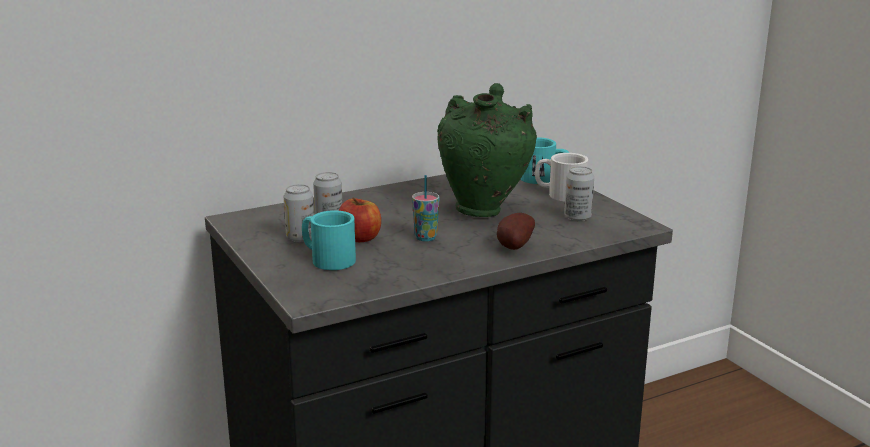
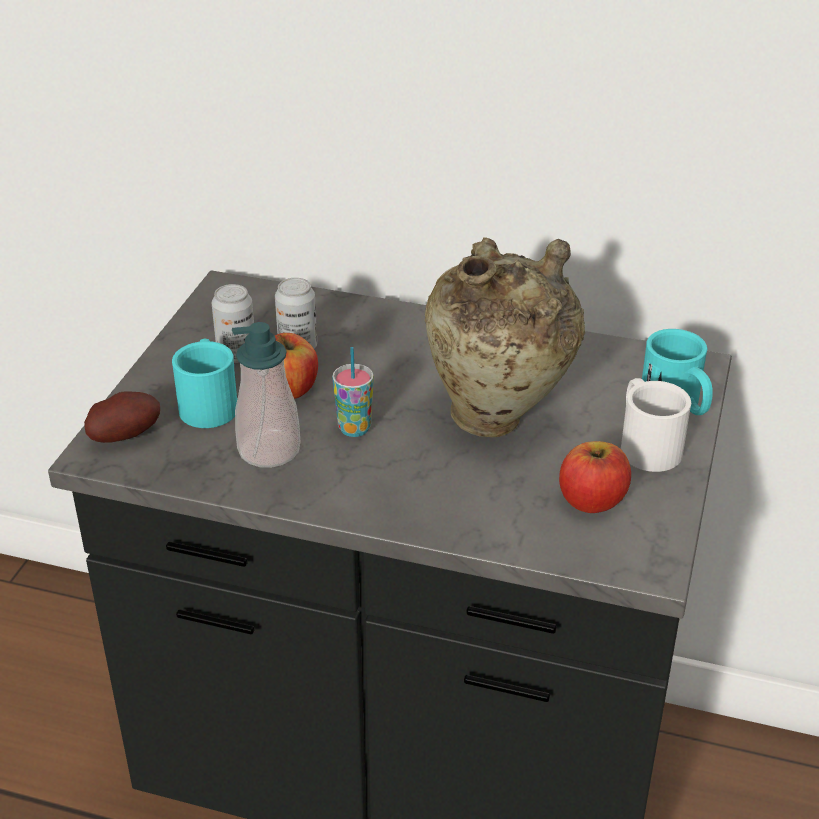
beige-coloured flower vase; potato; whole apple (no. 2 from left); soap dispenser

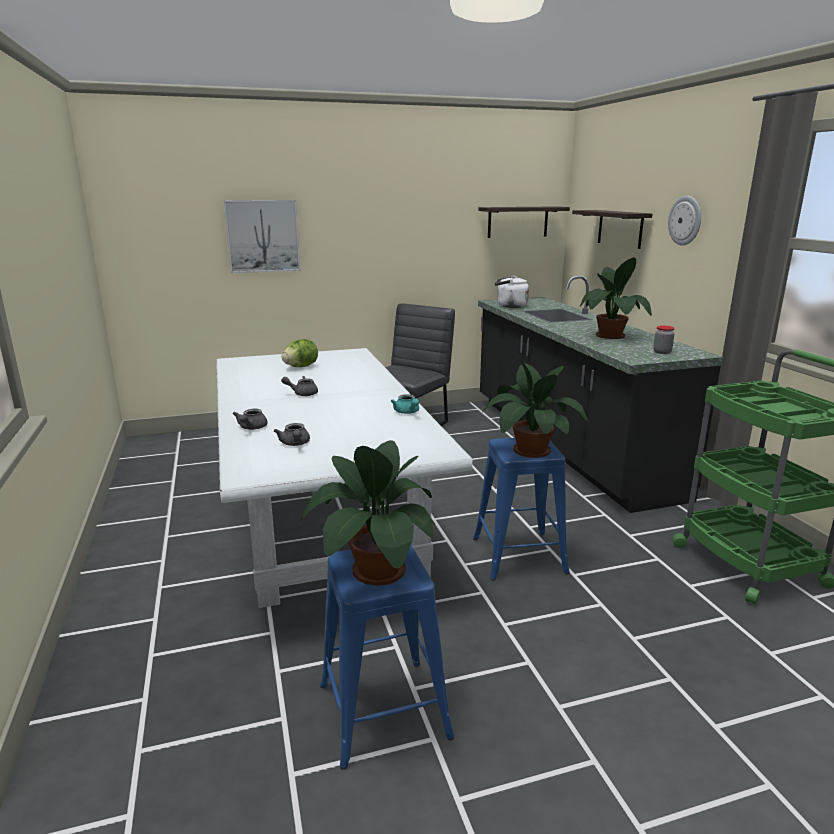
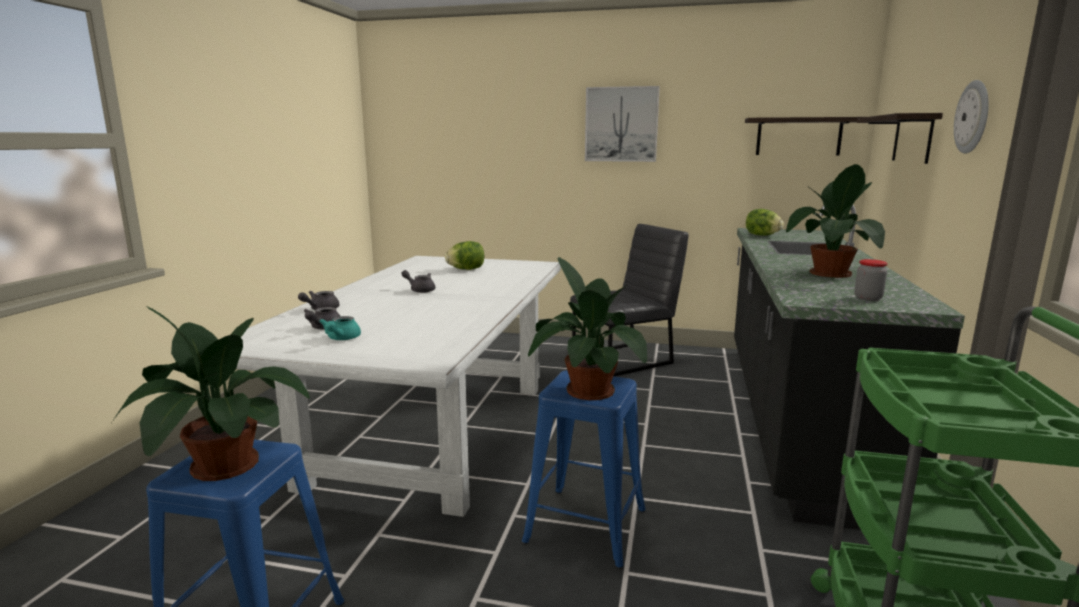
wall art; turquoise-coloured tea pot; lettuce head (no. 2 from left)

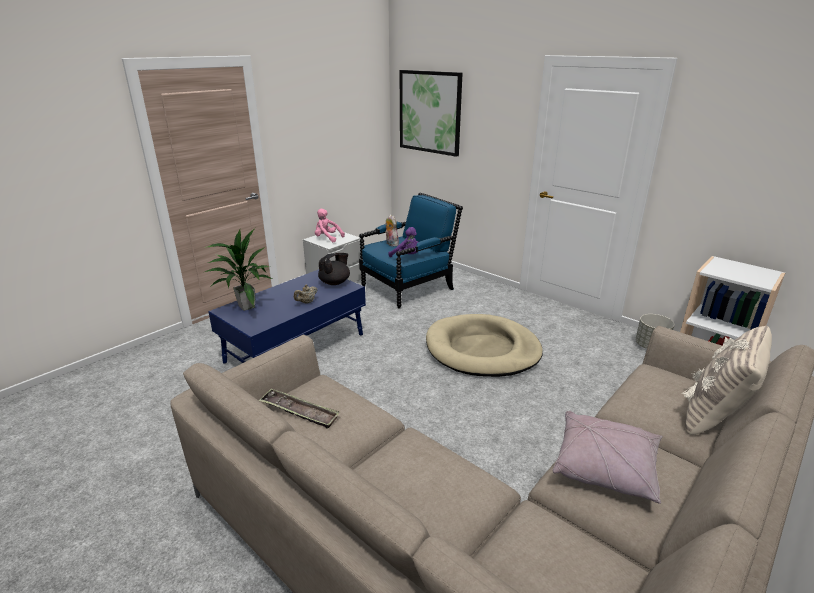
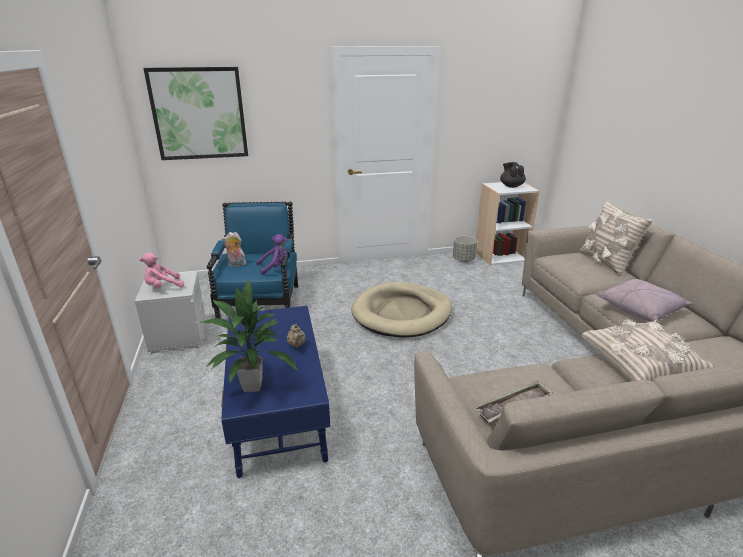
blackish tea pot; beige-coloured pillow (no. 2 from left)

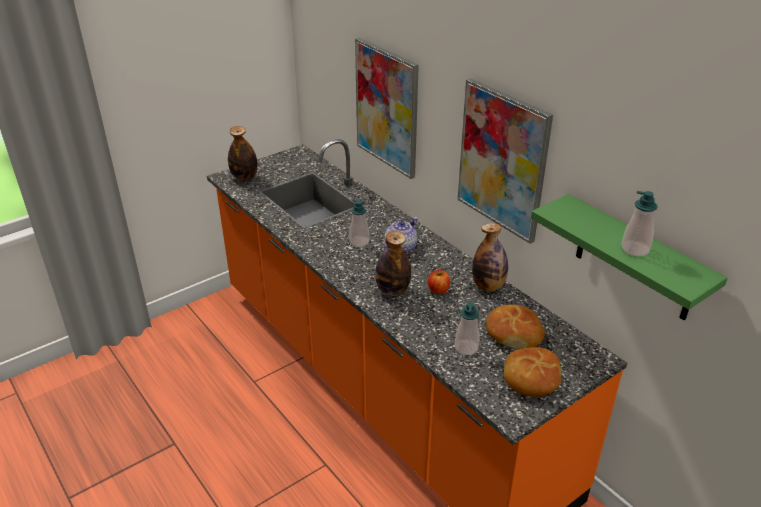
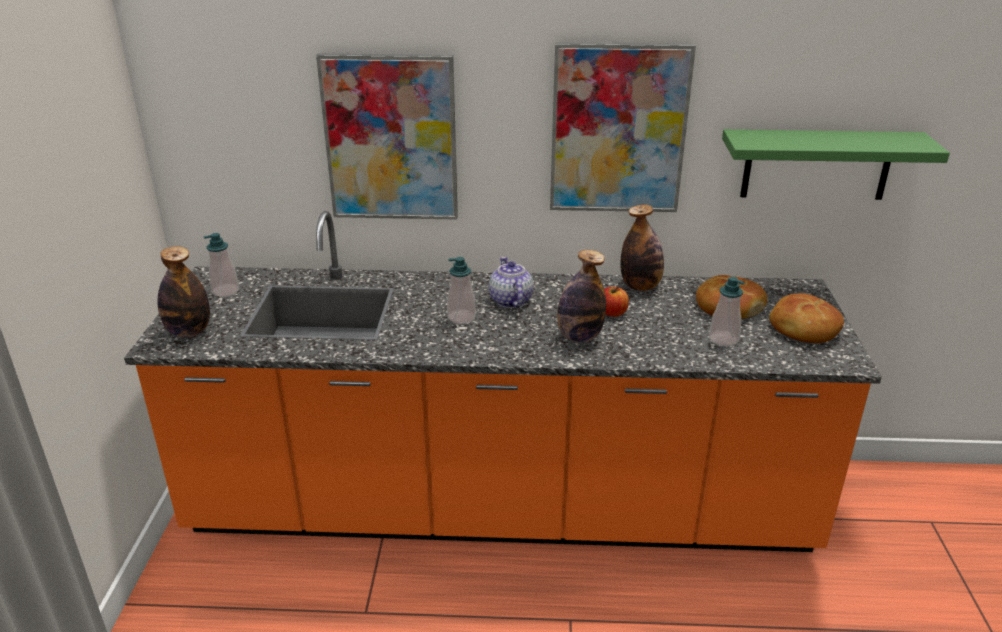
soap dispenser (no. 1 from left)

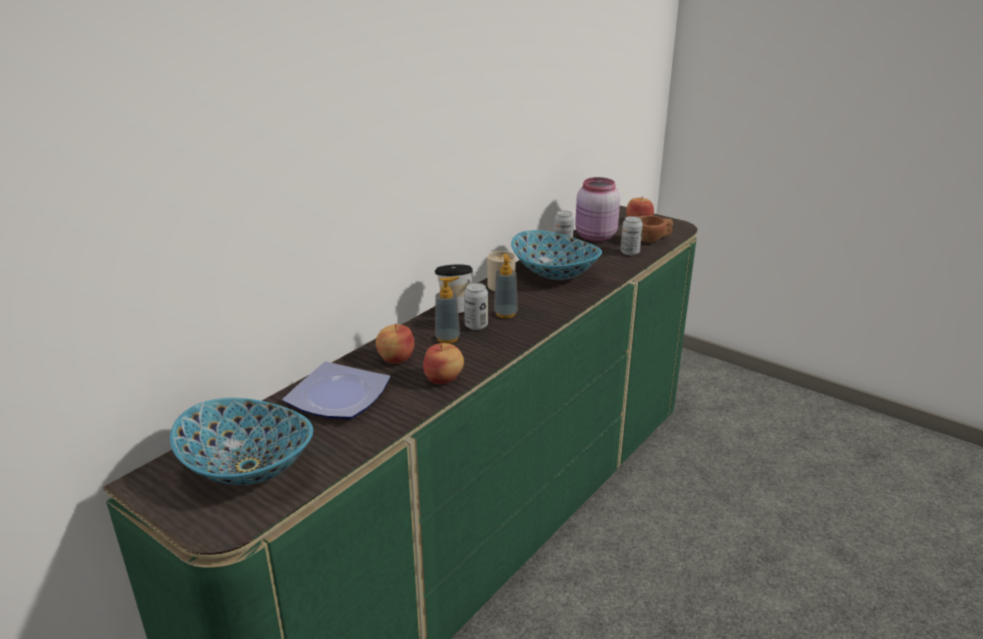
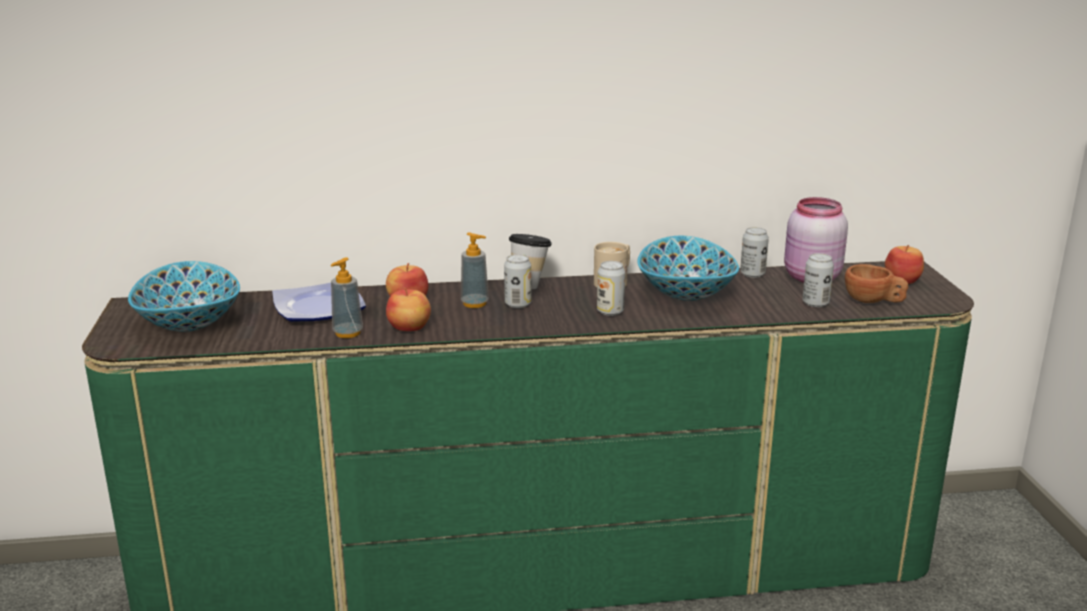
soap dispenser (no. 1 from left); can (no. 2 from left)

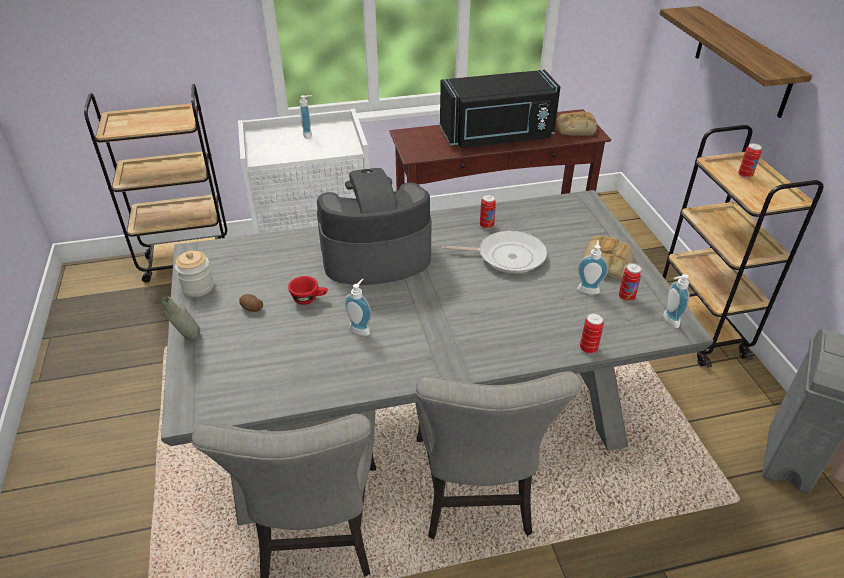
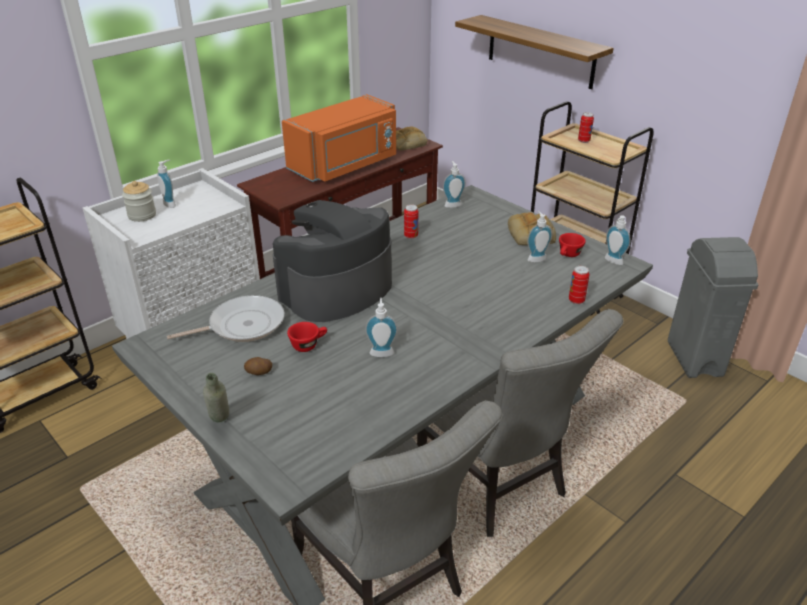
storage jar; orange-coloured microwave oven; pan; red-coloured small cup (no. 2 from left); soap dispenser (no. 3 from left)

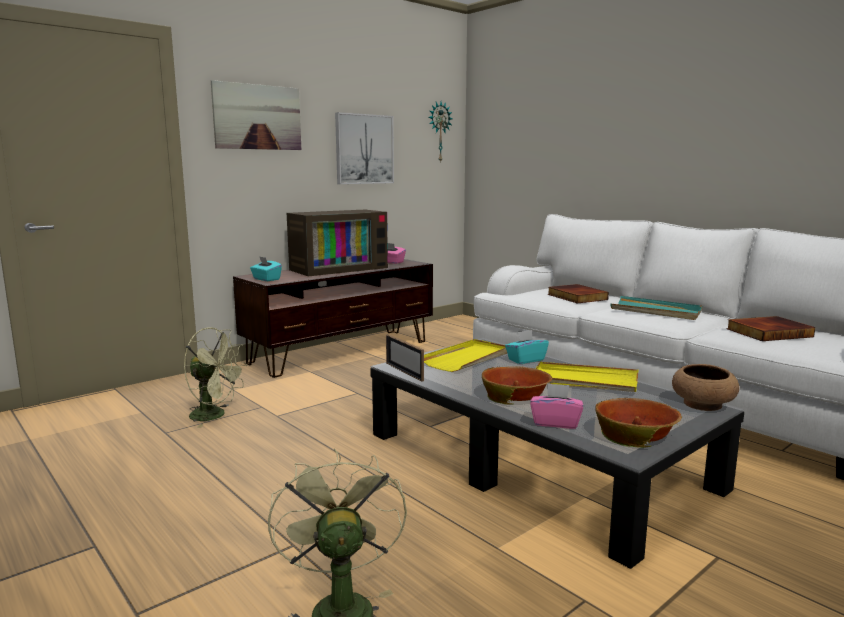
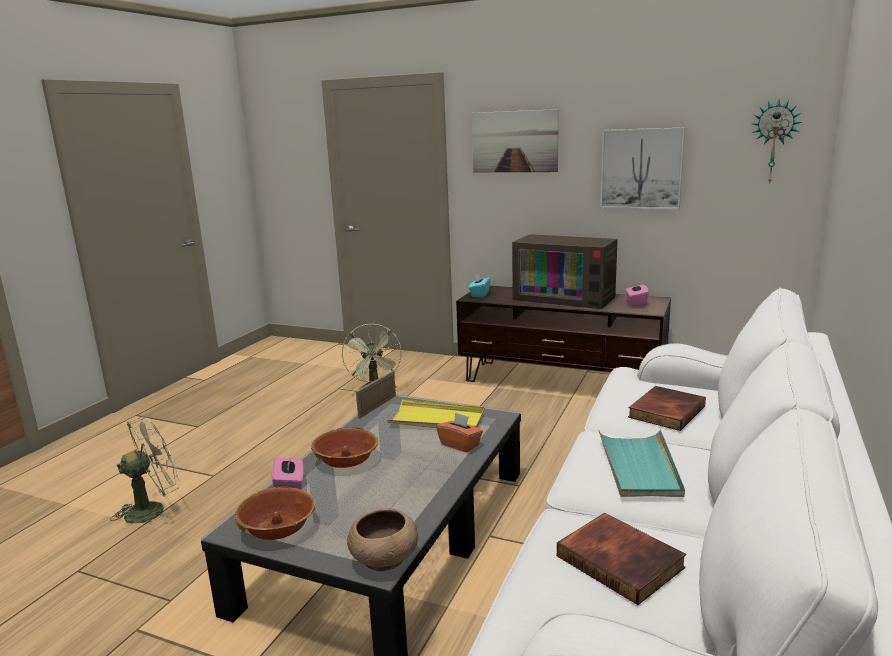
orange-coloured tissue holder; yellowish tray (no. 2 from left in the first image)

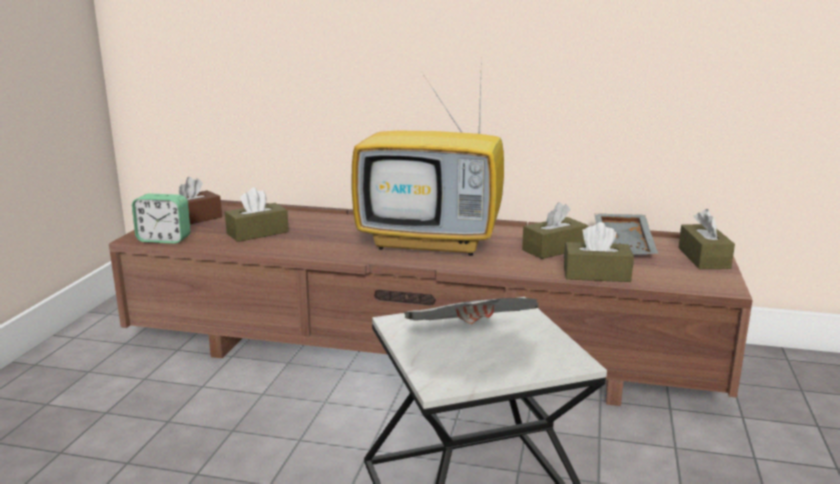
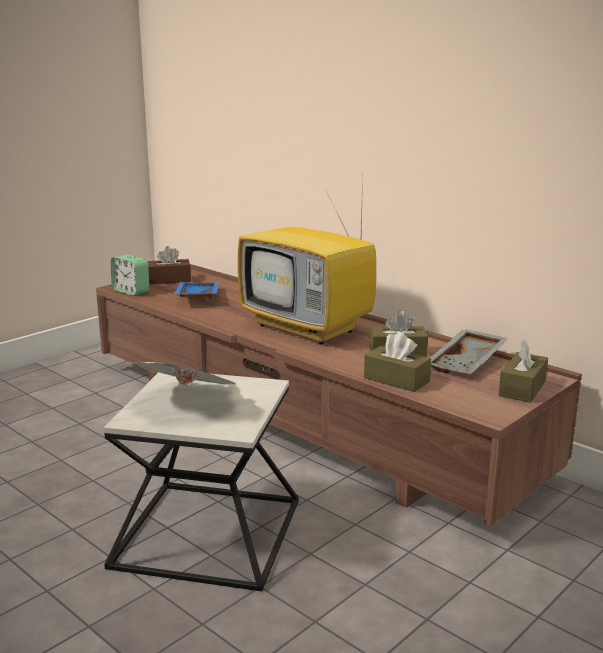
bluish tray

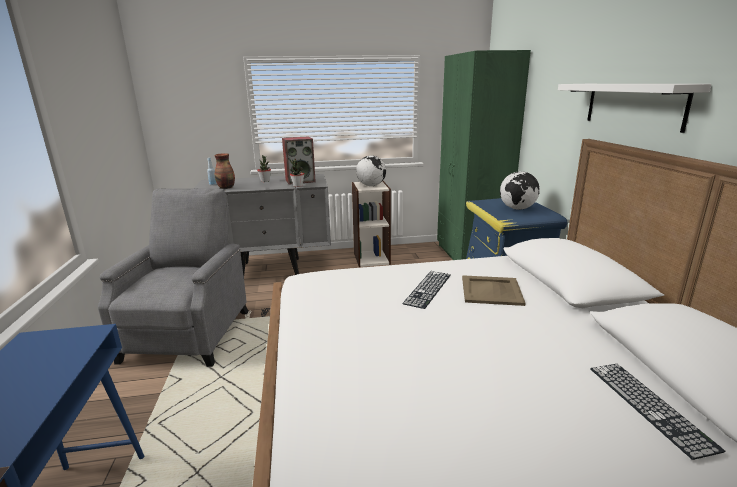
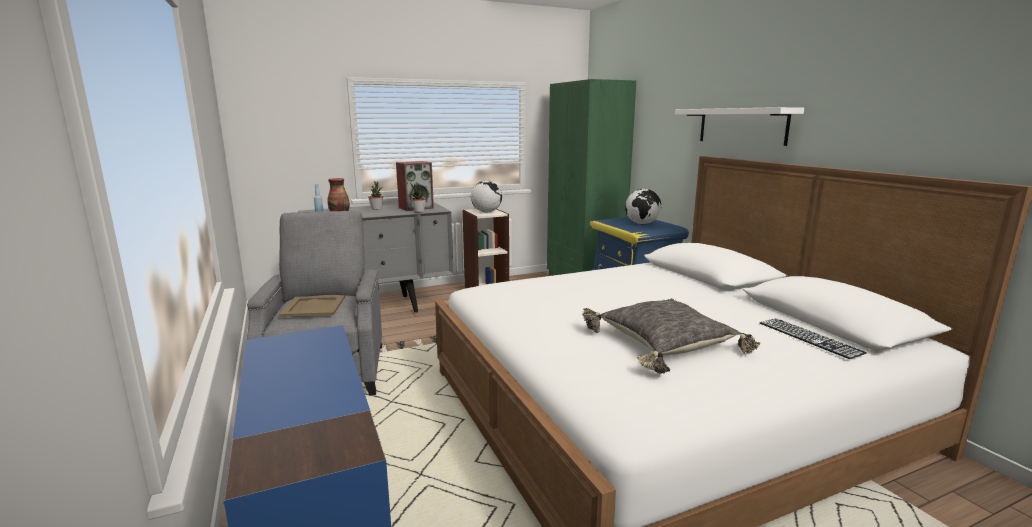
PC keyboard (no. 1 from left in the first image); beige-coloured tray; pillow

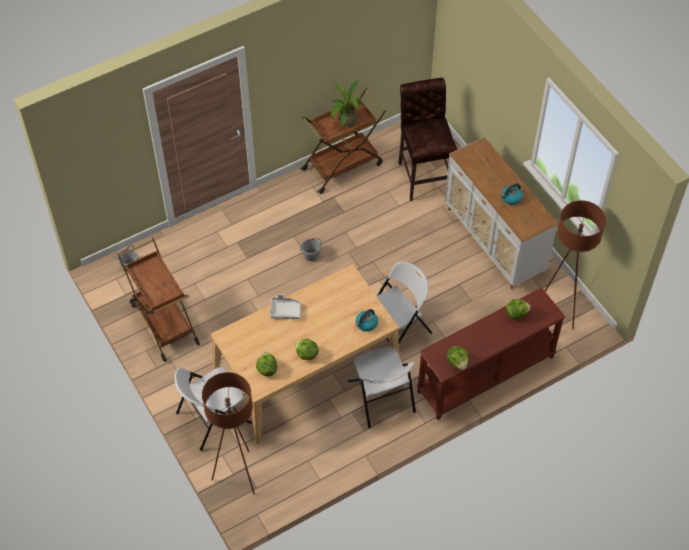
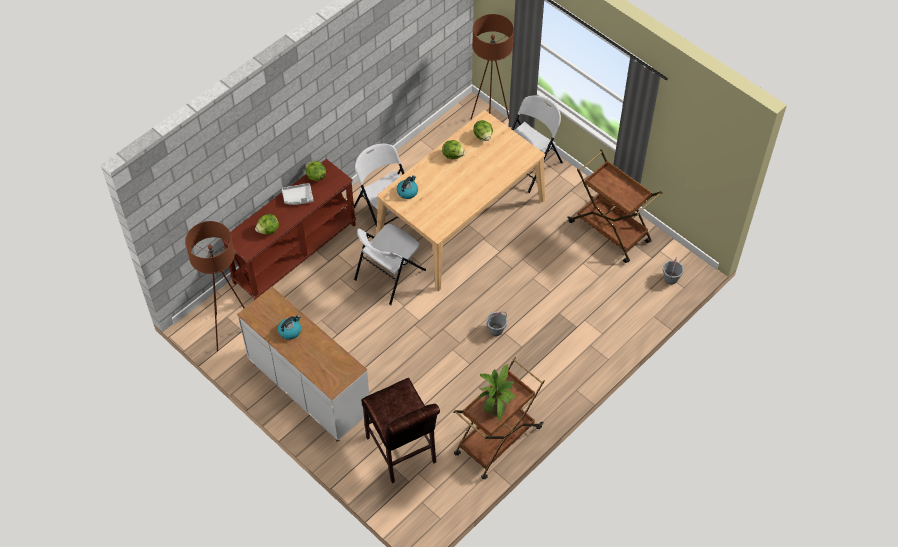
gray tray

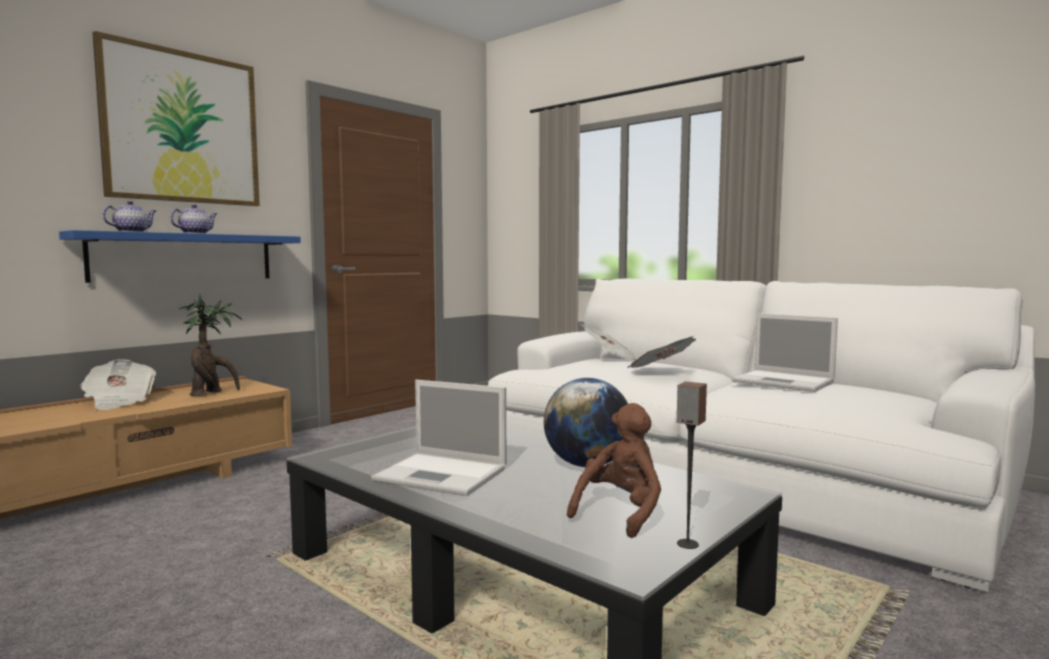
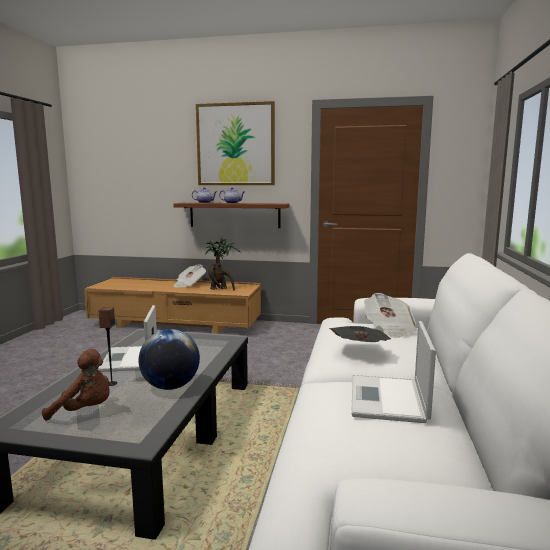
brown-coloured bracket shelf; speaker

